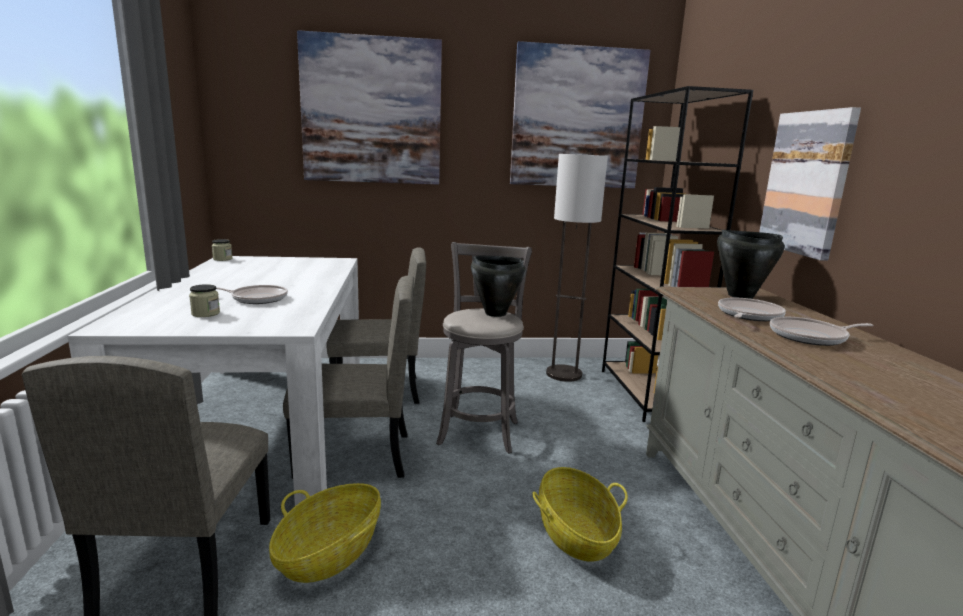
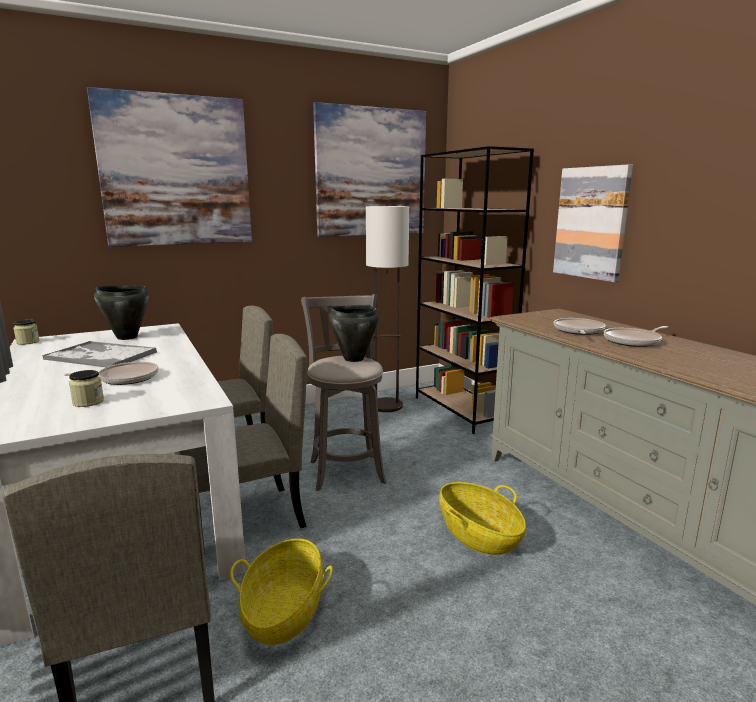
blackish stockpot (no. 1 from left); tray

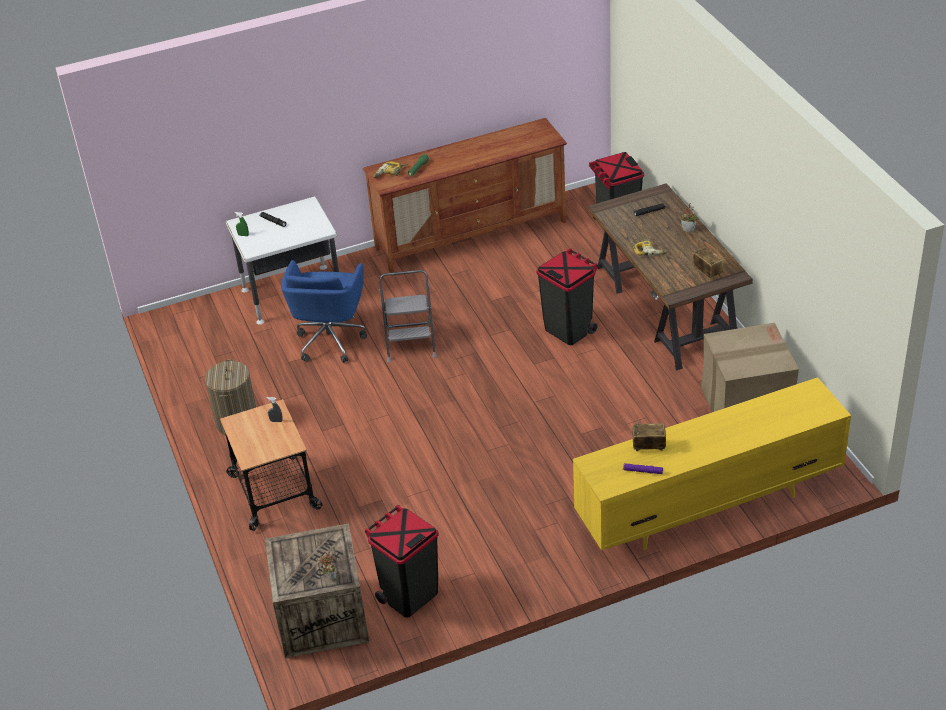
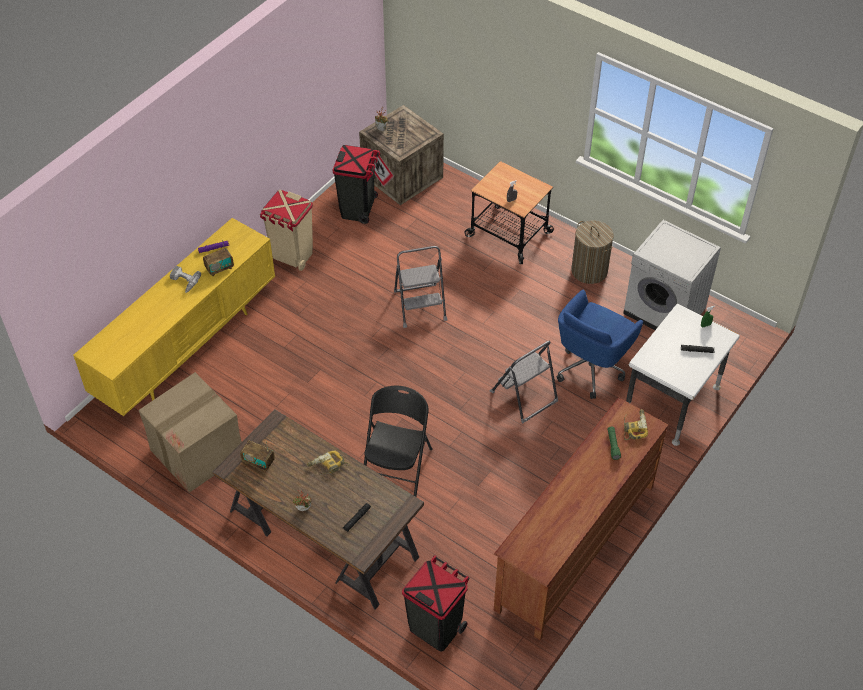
bluish office chair; blackish plain chair; power drill (no. 1 from left); beige-coloured rubbish bin; gray step ladder (no. 1 from left); white laundry machine

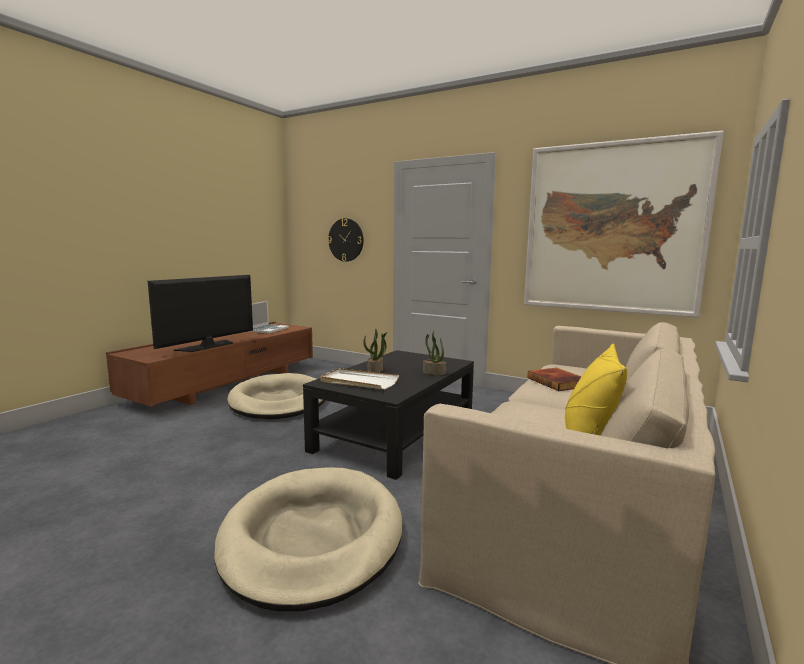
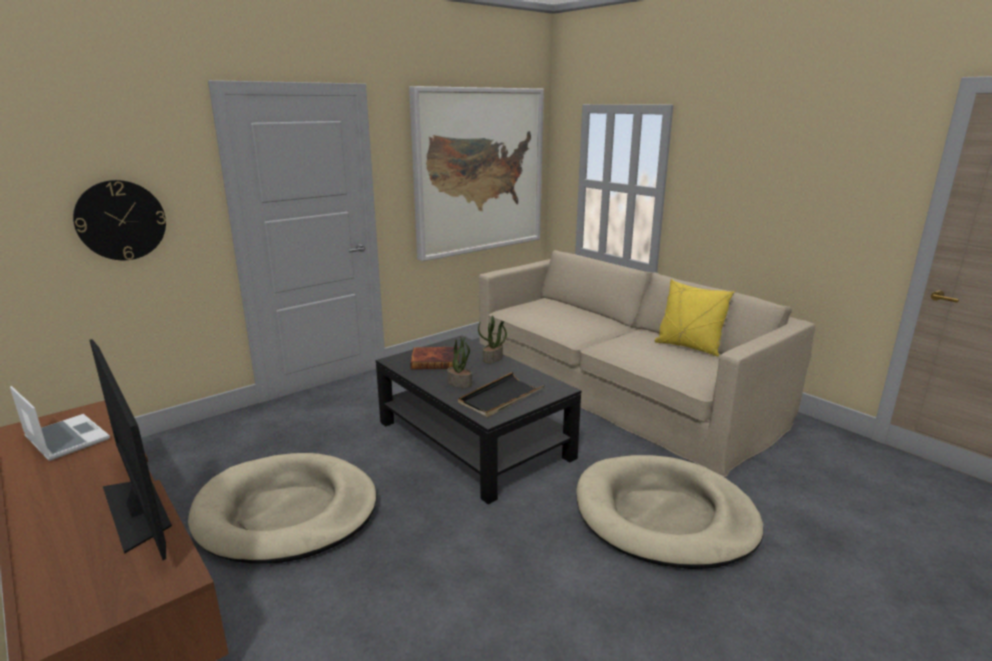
blackish tray; volume

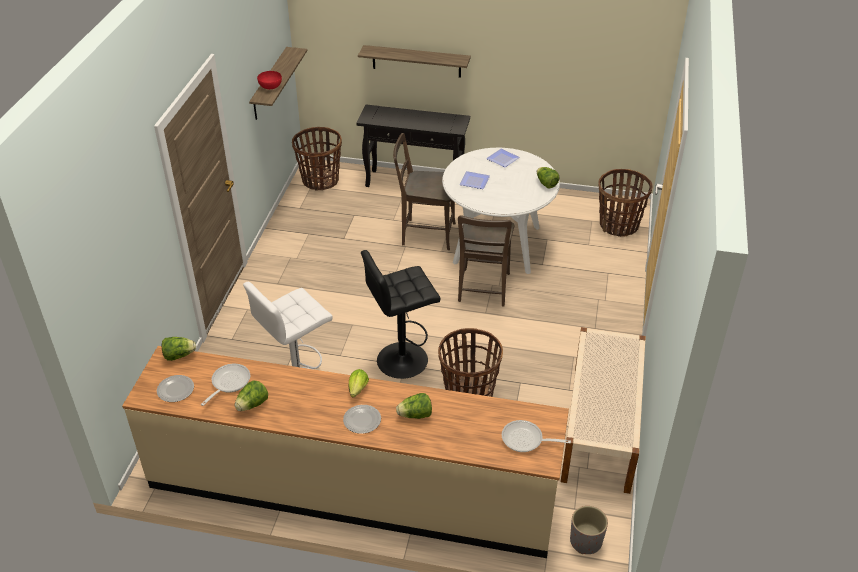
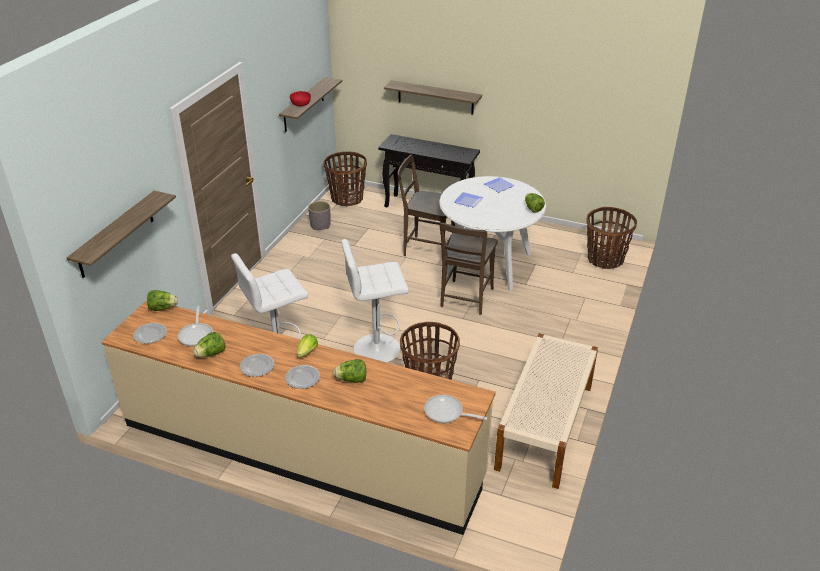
pan (no. 1 from left); white stool (no. 2 from left); gray flower pot; bracket shelf (no. 1 from left); plate (no. 2 from left)

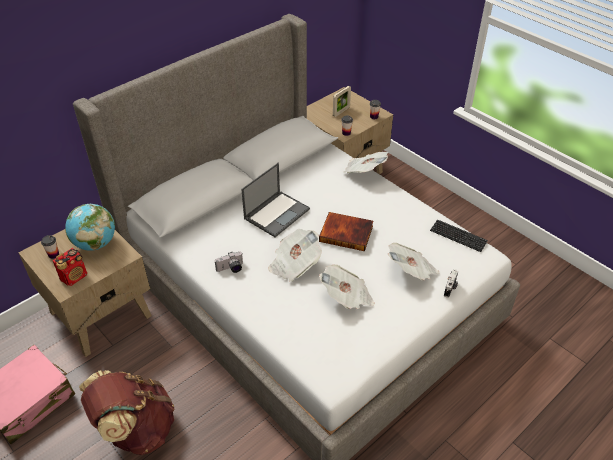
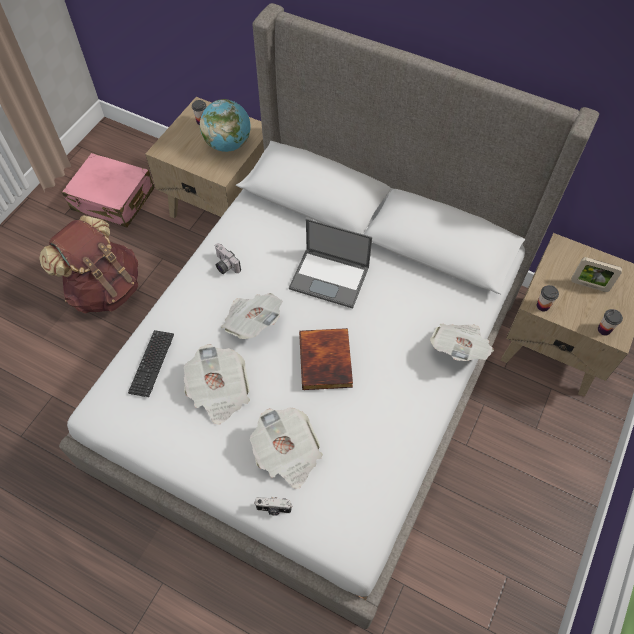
radio set; PC keyboard

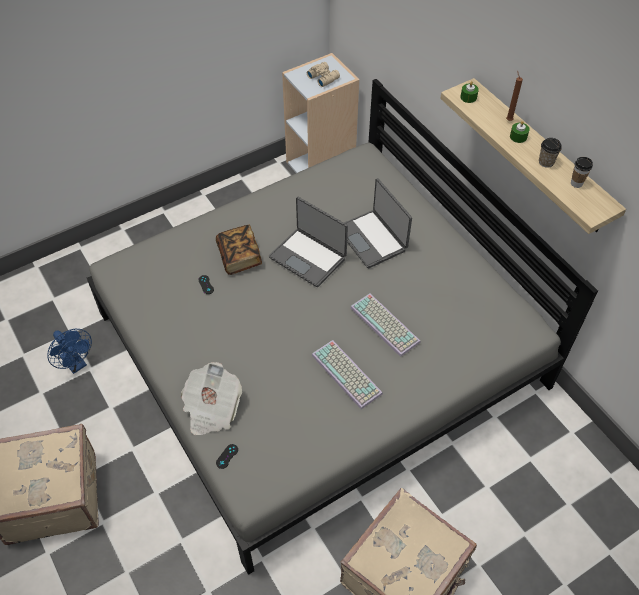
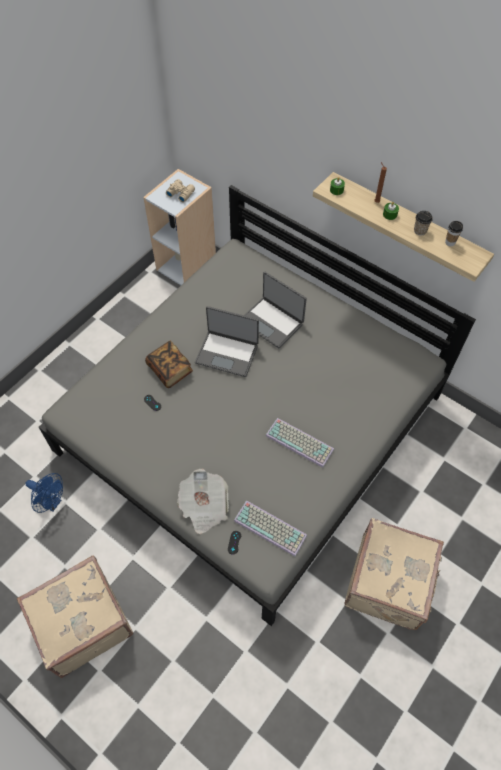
PC keyboard (no. 1 from left)

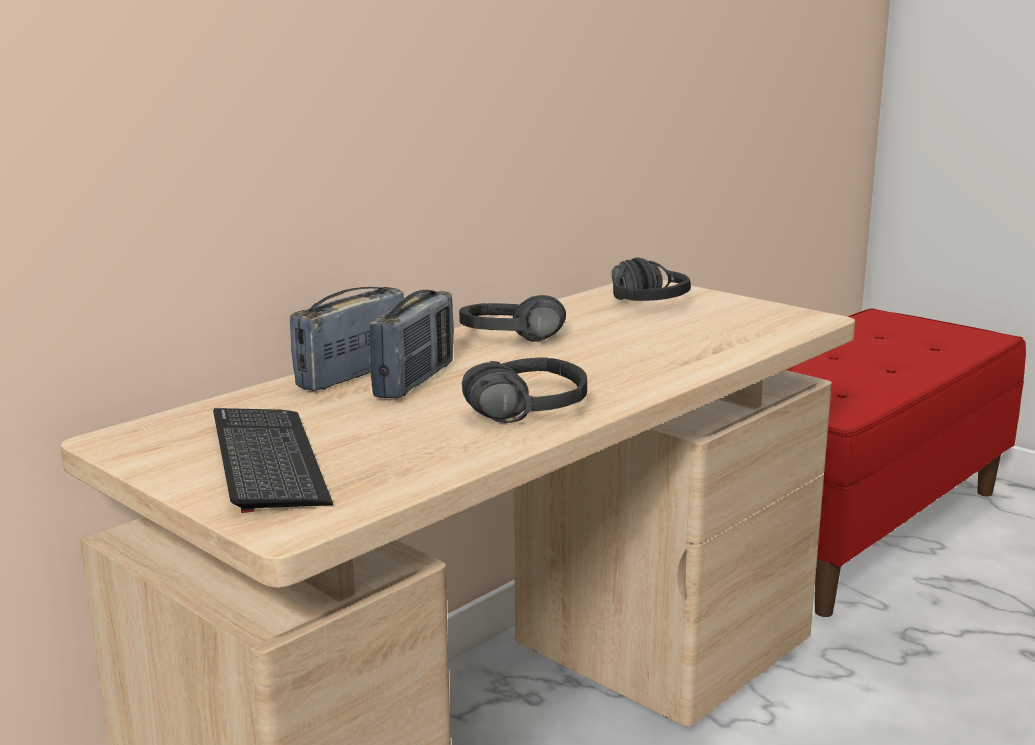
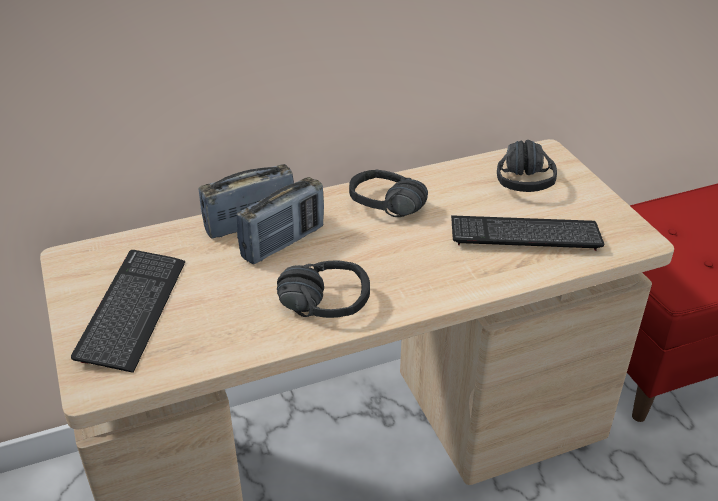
PC keyboard (no. 2 from left)

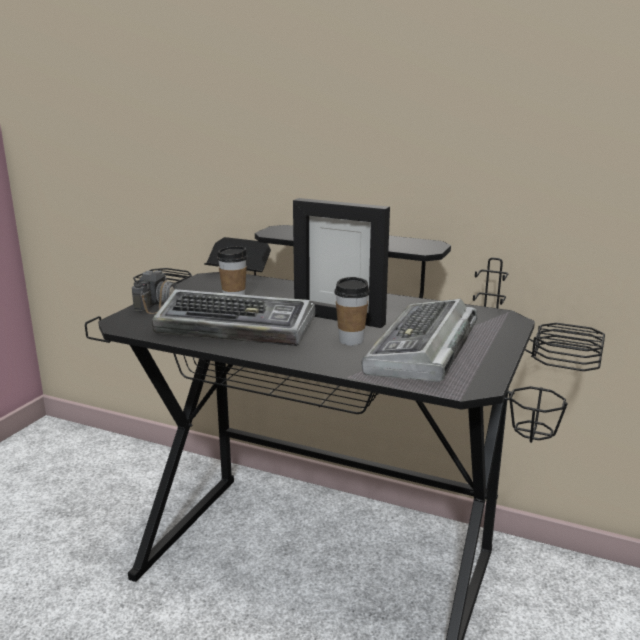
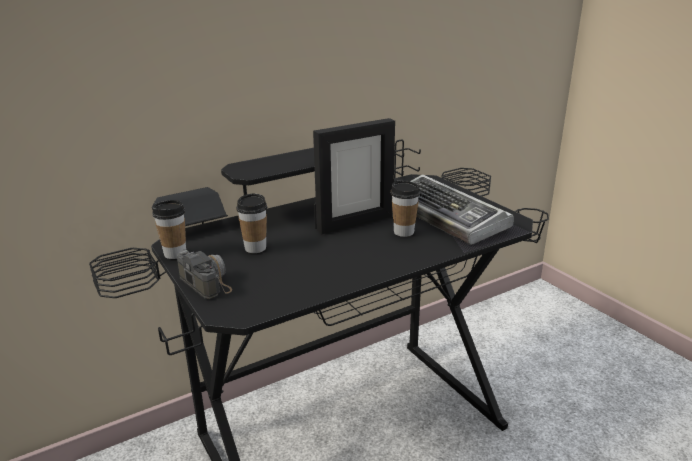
PC keyboard (no. 1 from left in the first image); small cup (no. 1 from left)

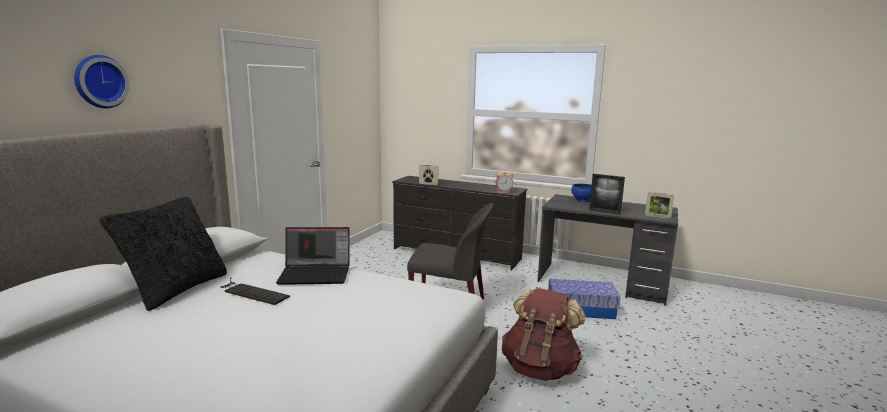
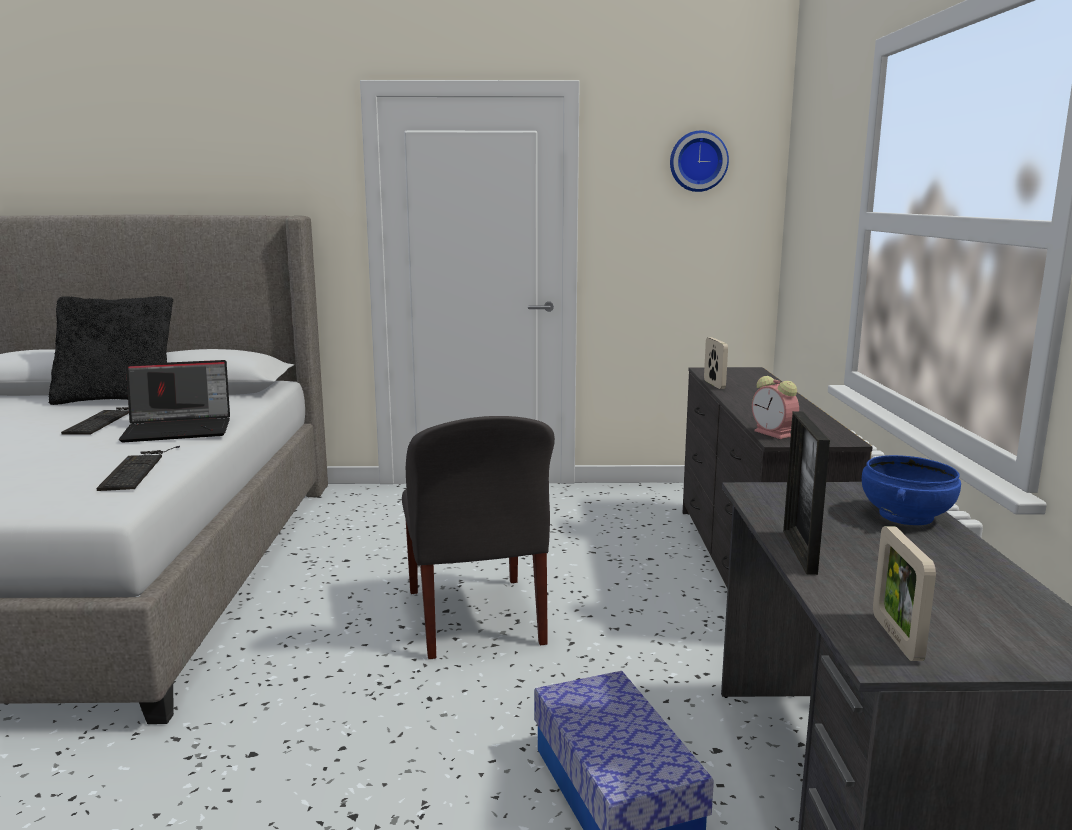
hanging clock; laptop; brown-coloured backpack; PC keyboard (no. 2 from left)

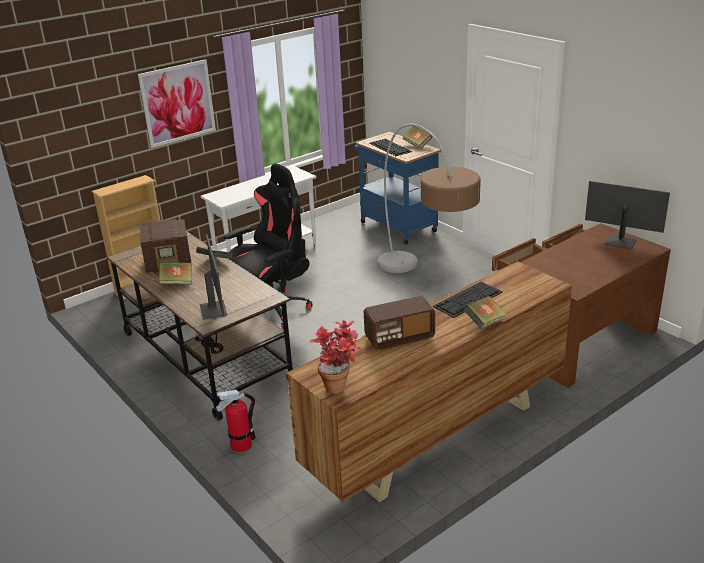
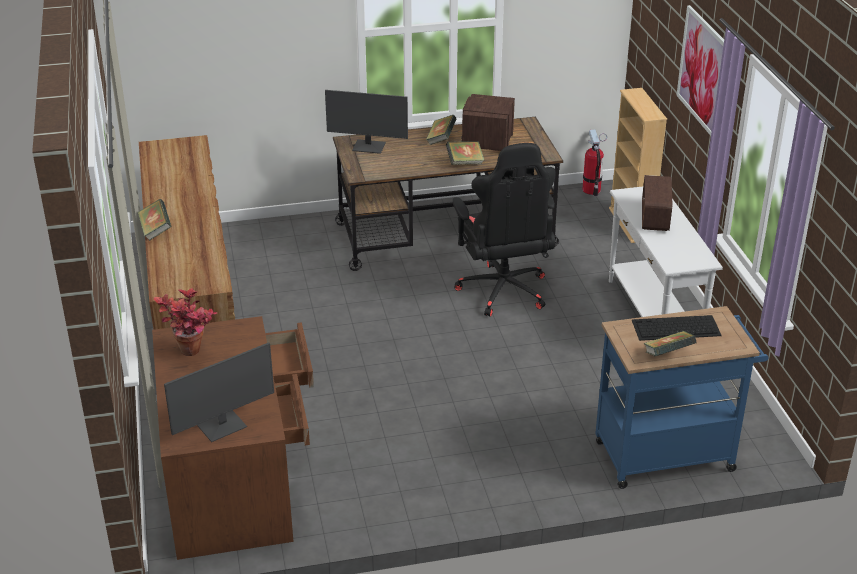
fire extinguisher; potted plant; radio set (no. 2 from left); standard lamp; PC keyboard (no. 2 from left in the first image)

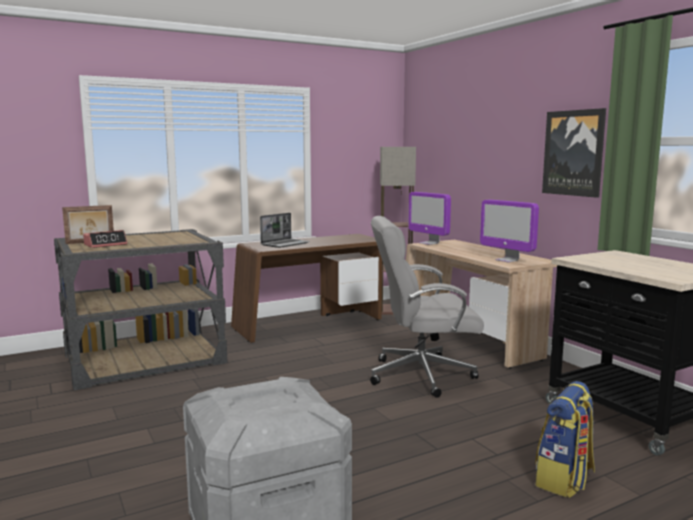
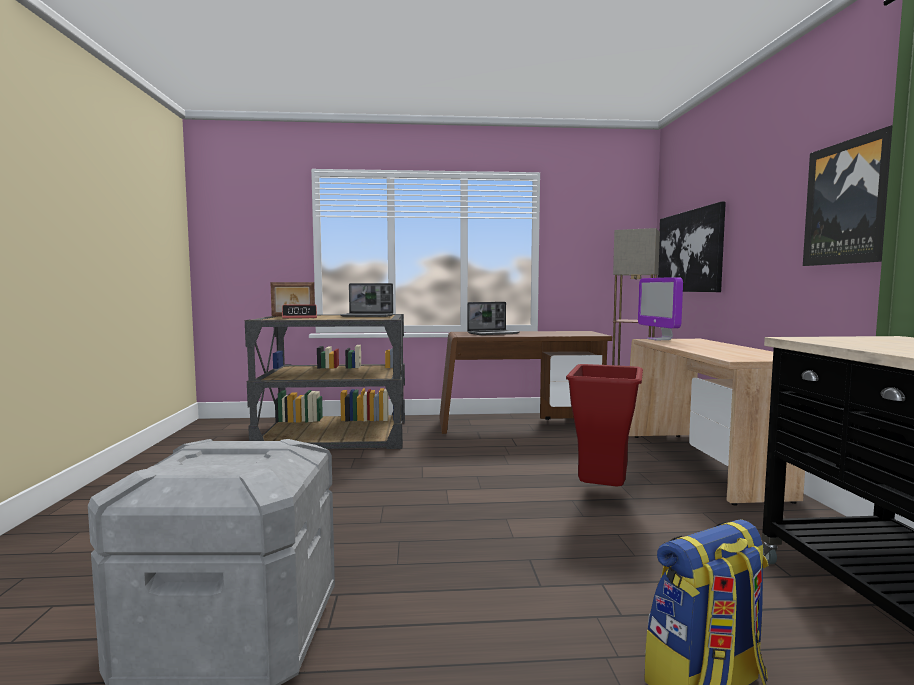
red-coloured rubbish bin; monitor (no. 2 from left in the first image); laptop (no. 1 from left); wall art (no. 1 from left)

